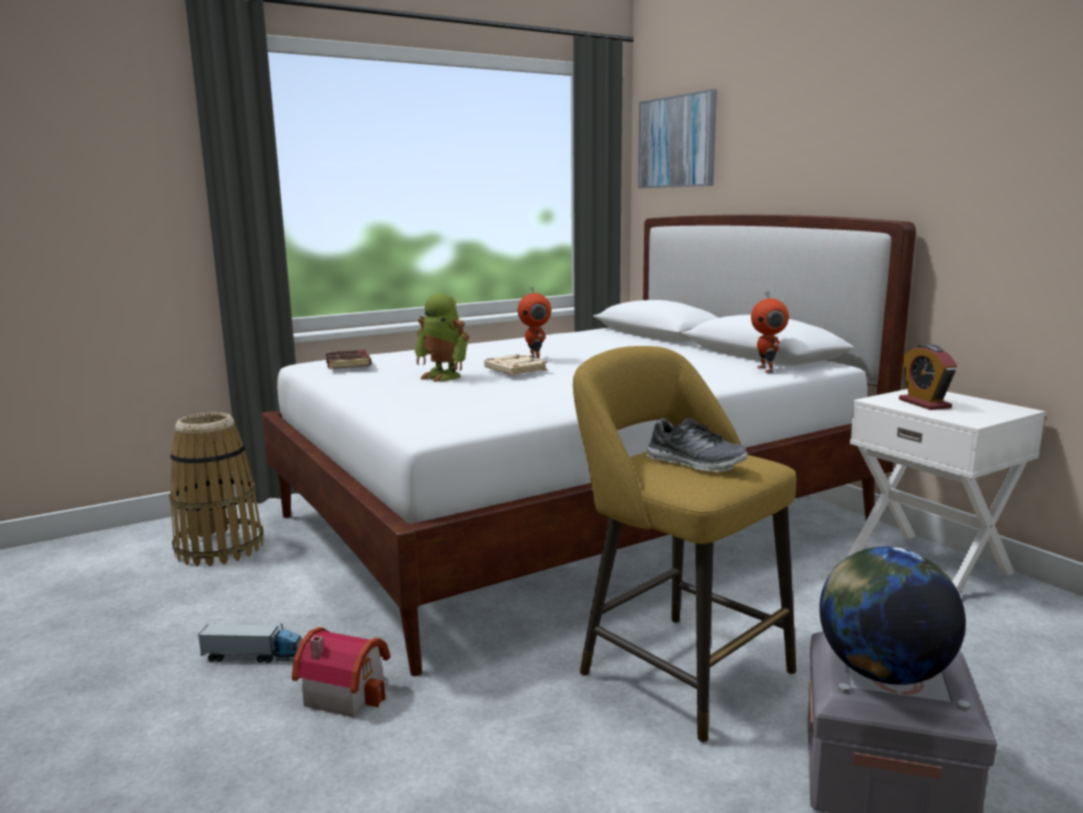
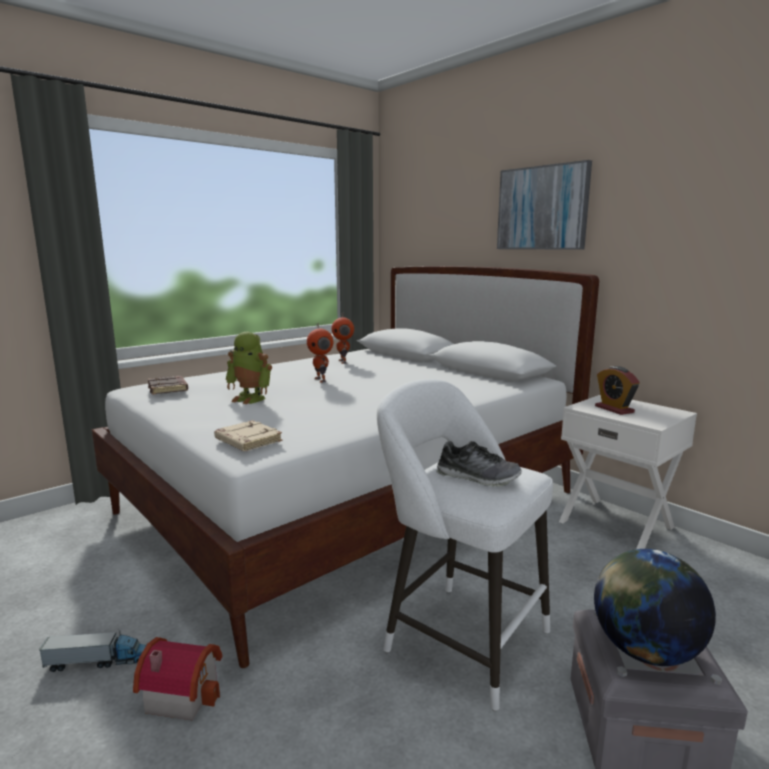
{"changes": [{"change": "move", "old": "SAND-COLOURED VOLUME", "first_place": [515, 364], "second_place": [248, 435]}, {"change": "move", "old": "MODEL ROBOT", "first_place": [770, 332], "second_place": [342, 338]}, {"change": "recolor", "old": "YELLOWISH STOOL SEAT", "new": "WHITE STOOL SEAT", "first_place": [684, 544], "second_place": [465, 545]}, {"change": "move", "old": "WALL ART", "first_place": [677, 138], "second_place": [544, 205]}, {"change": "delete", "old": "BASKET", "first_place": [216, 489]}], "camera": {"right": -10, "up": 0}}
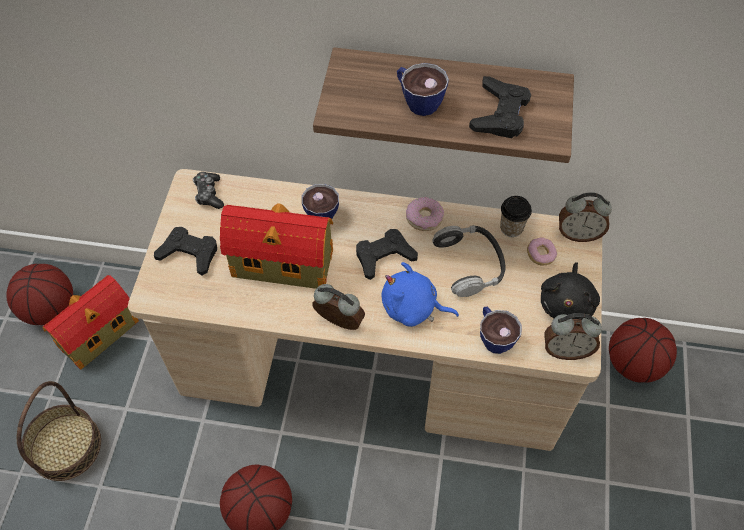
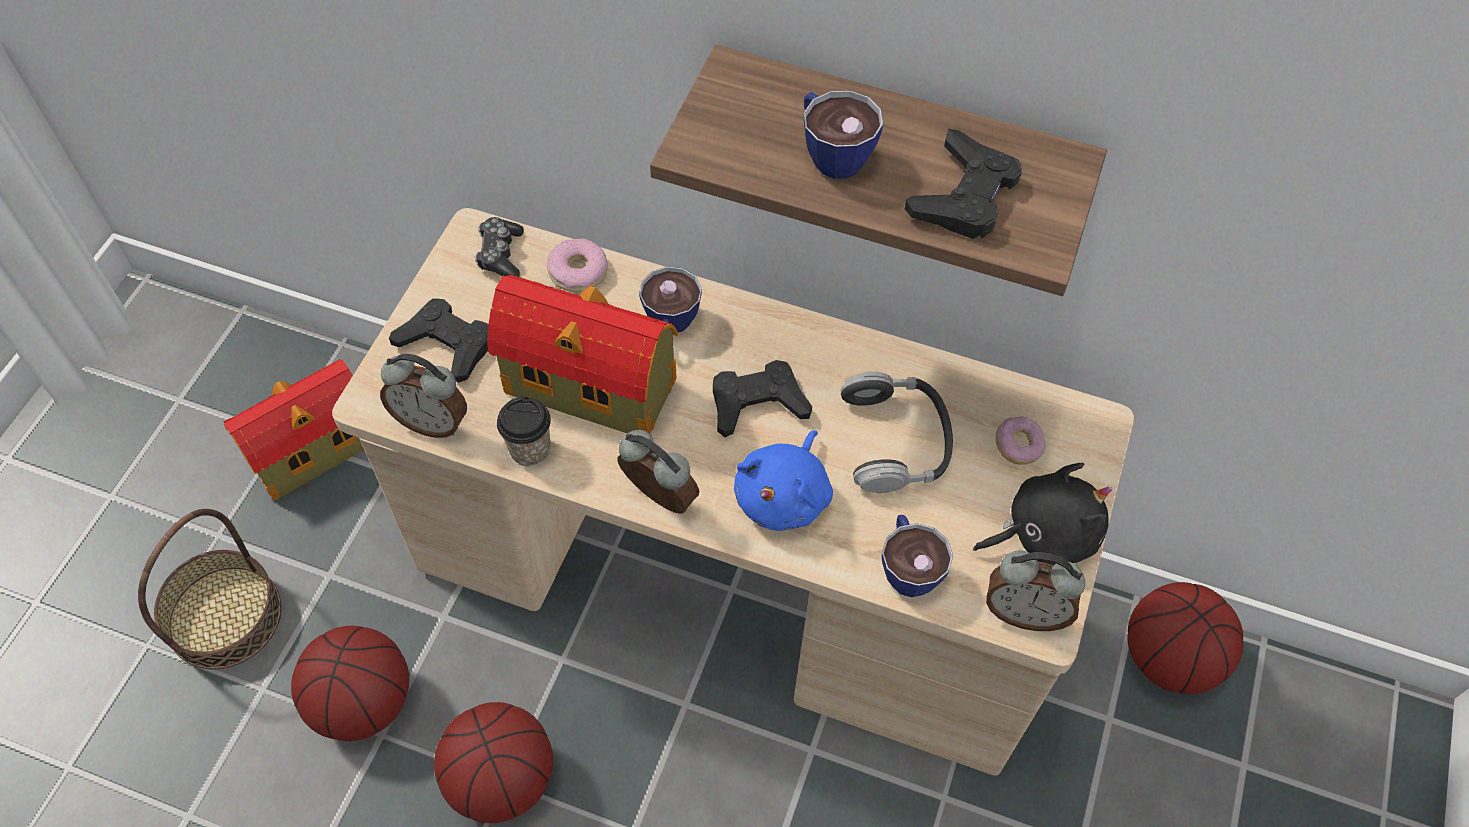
{"changes": [{"change": "move", "old": "BASKETBALL", "first_place": [39, 294], "second_place": [350, 683]}, {"change": "move", "old": "BEDSIDE CLOCK", "first_place": [585, 217], "second_place": [423, 396]}, {"change": "move", "old": "CUP", "first_place": [516, 216], "second_place": [524, 432]}, {"change": "move", "old": "DOUGHNUT", "first_place": [425, 214], "second_place": [577, 265]}, {"change": "rotate", "old": "BLUE PLUSH TOY", "first_place": [420, 294], "second_place": [783, 480], "degrees": -90}, {"change": "rotate", "old": "BLACK PLUSH TOY", "first_place": [570, 291], "second_place": [1042, 514], "degrees": -135}], "camera": {"right": 10, "up": 0}}
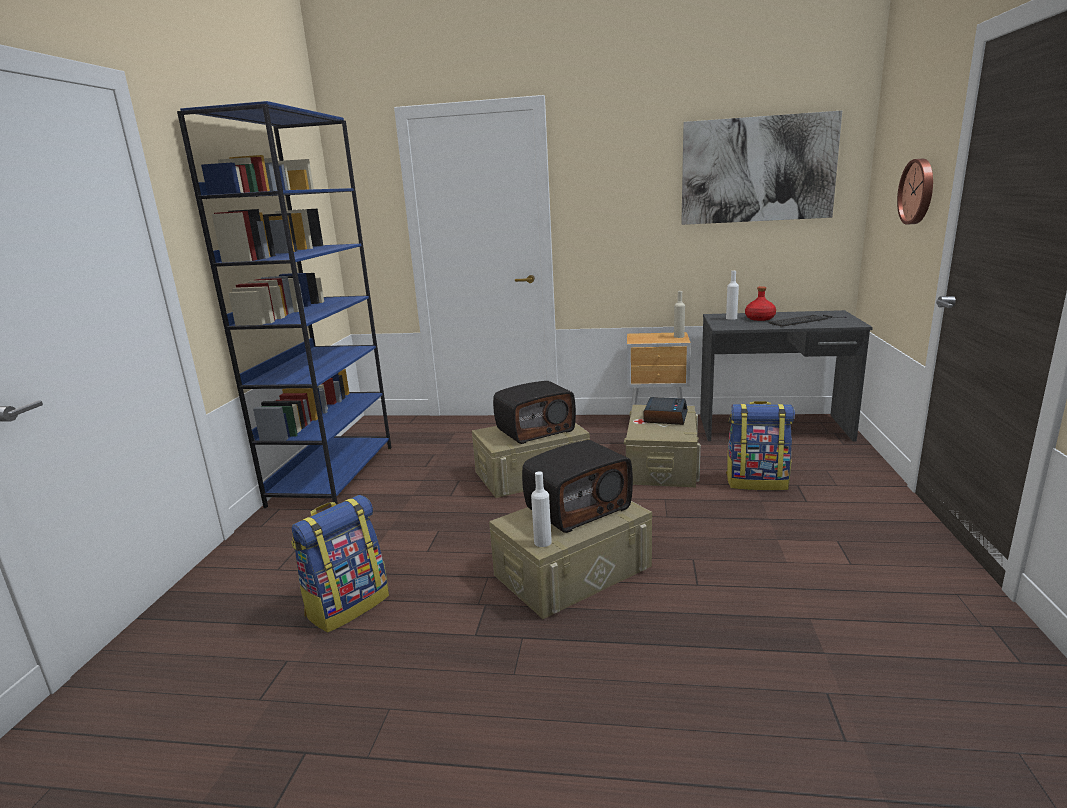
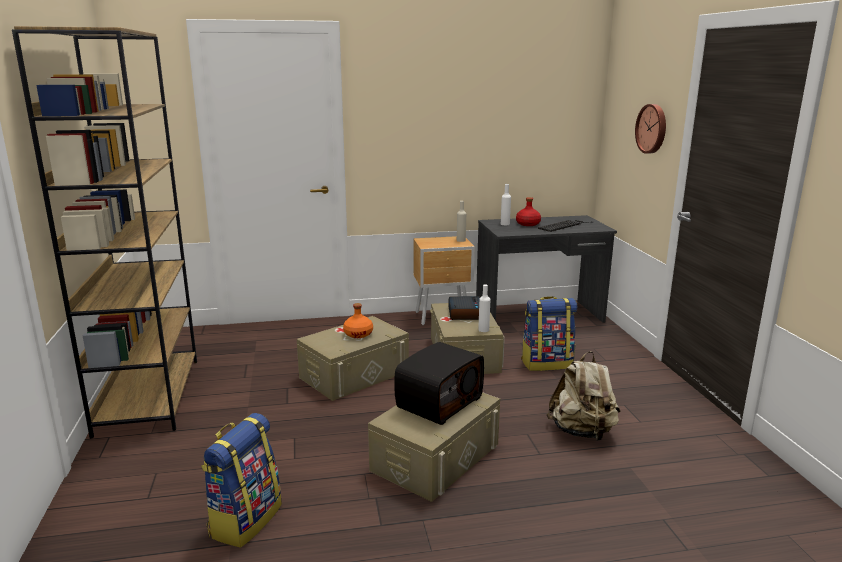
{"changes": [{"change": "recolor", "old": "BLUE SHELVING UNIT", "new": "BROWNISH SHELVING UNIT", "first_place": [284, 304], "second_place": [104, 232]}, {"change": "replace", "old": "RADIO", "new": "ORANGE-COLOURED BEVERAGE BOTTLE", "first_place": [534, 412], "second_place": [358, 320]}, {"change": "move", "old": "WHITE BEVERAGE BOTTLE", "first_place": [541, 509], "second_place": [484, 308]}, {"change": "insert", "new": "SAND-COLOURED BACKPACK", "second_place": [583, 396]}, {"change": "delete", "old": "WALL ART", "first_place": [761, 168]}], "camera": {"right": -20, "up": 0}}
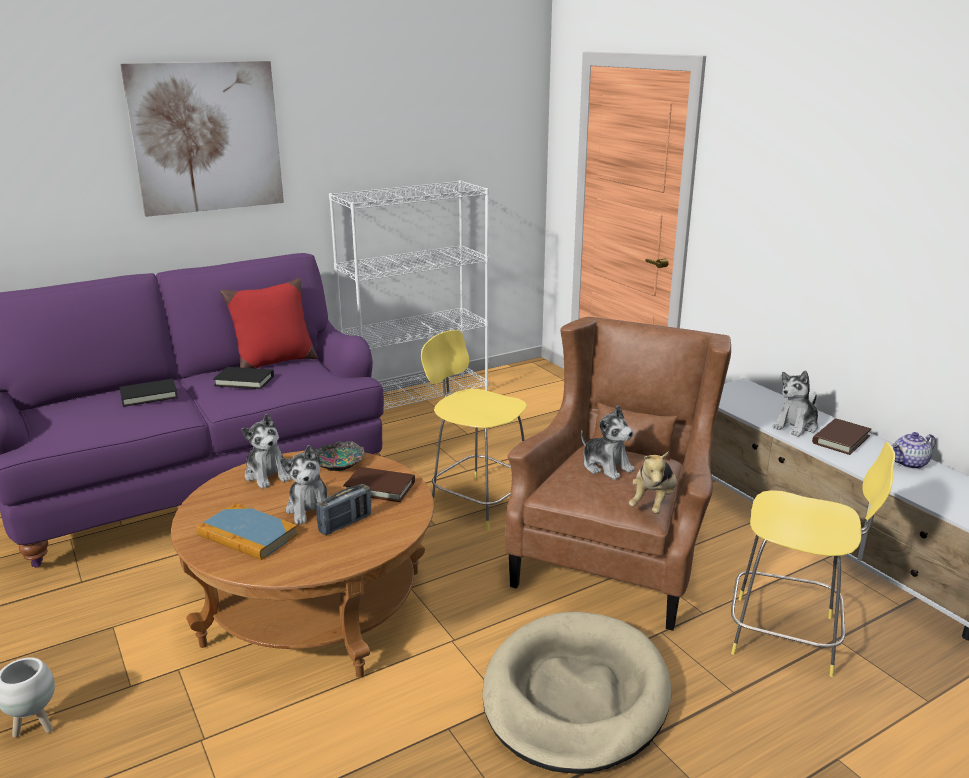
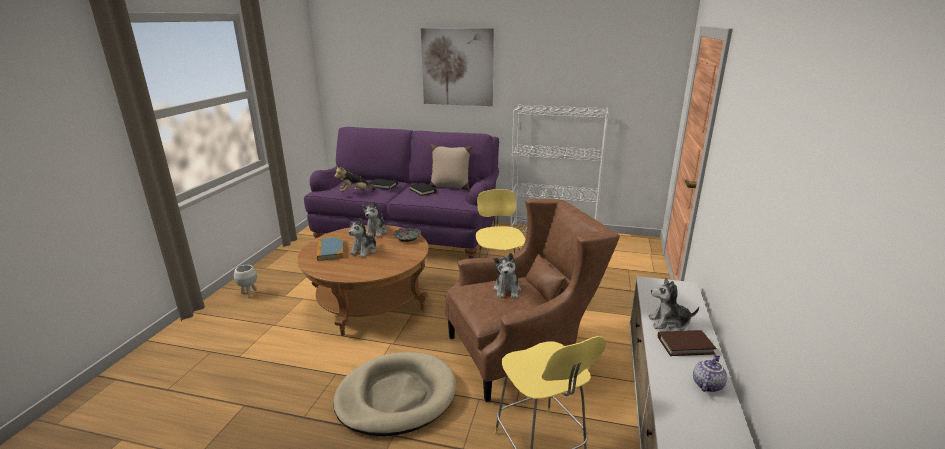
{"changes": [{"change": "move", "old": "PLUSH TOY", "first_place": [653, 482], "second_place": [355, 179]}, {"change": "recolor", "old": "REDDISH PILLOW", "new": "SAND-COLOURED PILLOW", "first_place": [269, 323], "second_place": [450, 167]}, {"change": "rotate", "old": "TEA POT", "first_place": [913, 450], "second_place": [710, 373], "degrees": 105}, {"change": "delete", "old": "RADIO", "first_place": [343, 509]}, {"change": "delete", "old": "BROWNISH VOLUME", "first_place": [379, 484]}], "camera": {"right": 45, "up": 0}}
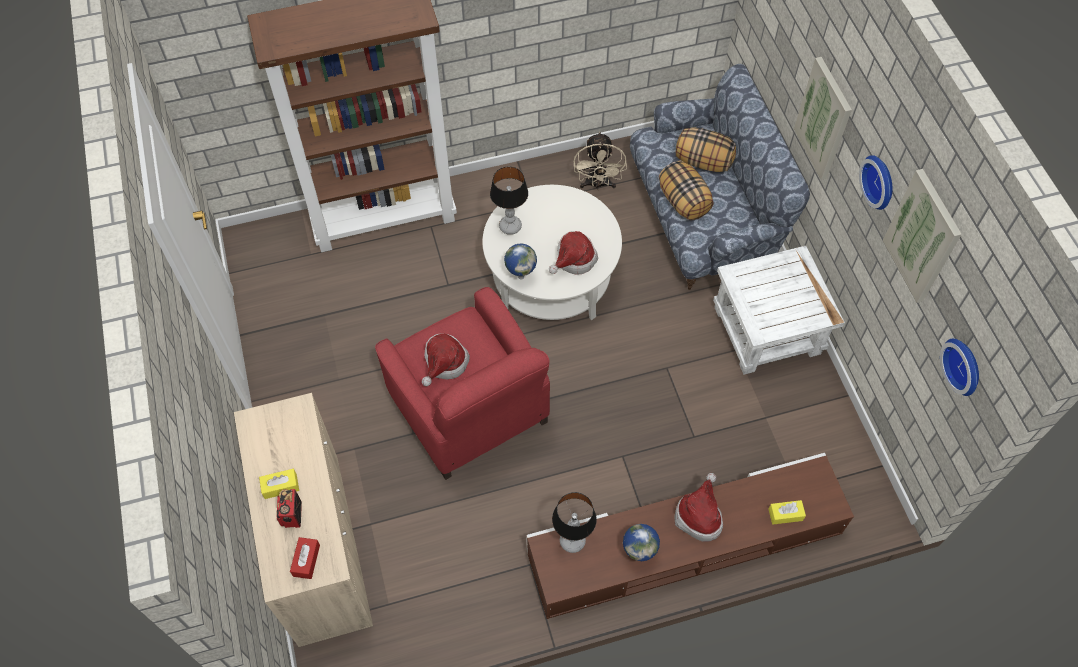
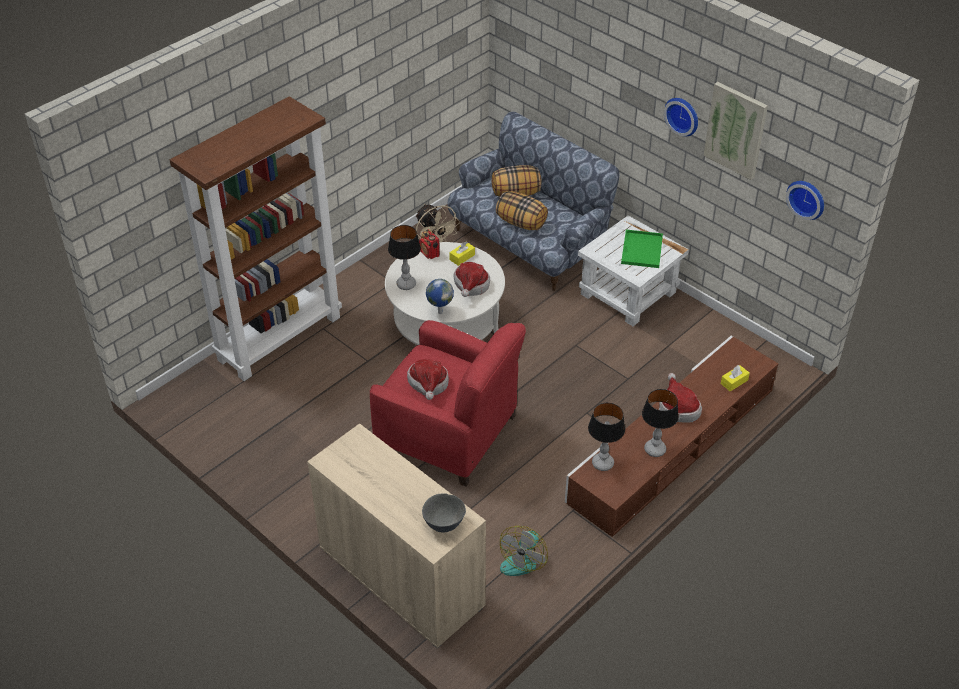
{"changes": [{"change": "move", "old": "RADIO", "first_place": [289, 508], "second_place": [429, 244]}, {"change": "replace", "old": "REDDISH TISSUE HOLDER", "new": "GRAY SERVING BOWL", "first_place": [305, 558], "second_place": [444, 512]}, {"change": "move", "old": "YELLOWISH TISSUE HOLDER", "first_place": [279, 484], "second_place": [462, 253]}, {"change": "insert", "new": "ELECTRIC FAN", "second_place": [524, 551]}, {"change": "insert", "new": "GREEN-COLOURED TRAY", "second_place": [642, 249]}, {"change": "replace", "old": "DESK GLOBE", "new": "LAMP FOR A TABLE", "first_place": [641, 542], "second_place": [660, 423]}, {"change": "delete", "old": "WALL ART", "first_place": [823, 118]}], "camera": {"right": -30, "up": -15}}
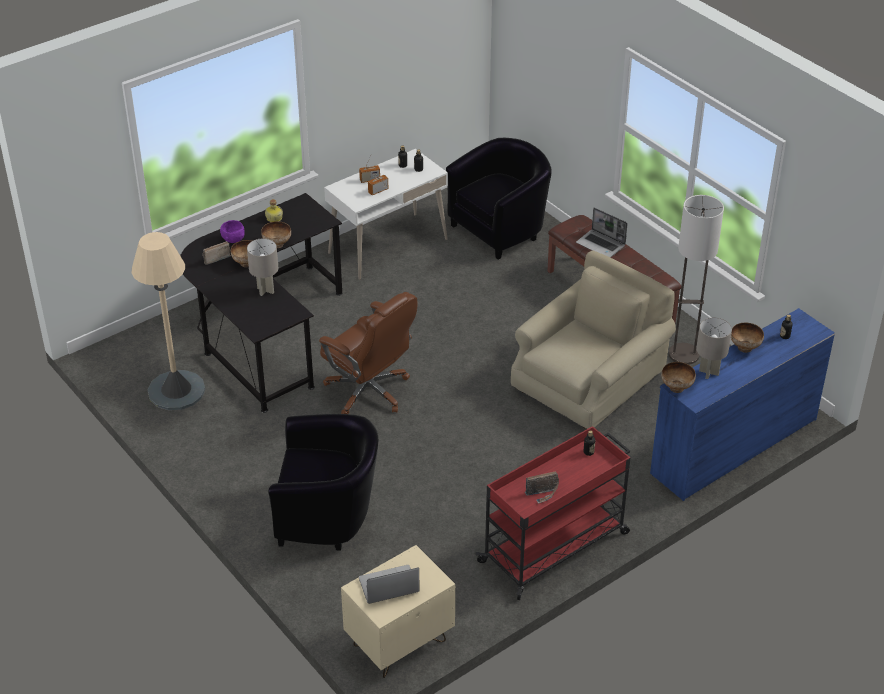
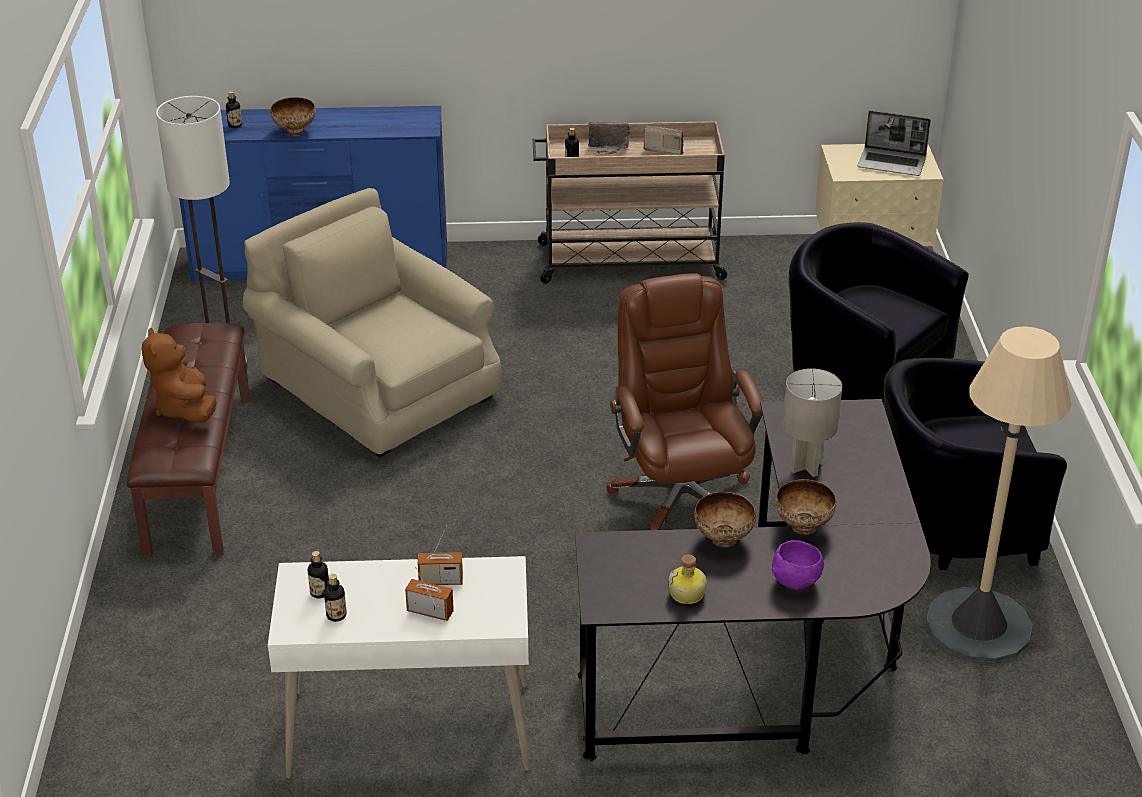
{"changes": [{"change": "replace", "old": "PORTABLE COMPUTER", "new": "BROWNISH PLUSH TOY", "first_place": [602, 233], "second_place": [179, 375]}, {"change": "rotate", "old": "SAND-COLOURED EASY CHAIR", "first_place": [593, 339], "second_place": [372, 323], "degrees": 60}, {"change": "recolor", "old": "REDDISH TROLLEY", "new": "SAND-COLOURED TROLLEY", "first_place": [552, 513], "second_place": [631, 202]}, {"change": "move", "old": "RADIO", "first_place": [216, 253], "second_place": [609, 138]}, {"change": "move", "old": "BLACK EASY CHAIR", "first_place": [498, 199], "second_place": [975, 464]}, {"change": "delete", "old": "SERVING BOWL", "first_place": [678, 377]}, {"change": "delete", "old": "GRAY LAMP FOR A TABLE", "first_place": [714, 348]}], "camera": {"right": -145, "up": -5}}
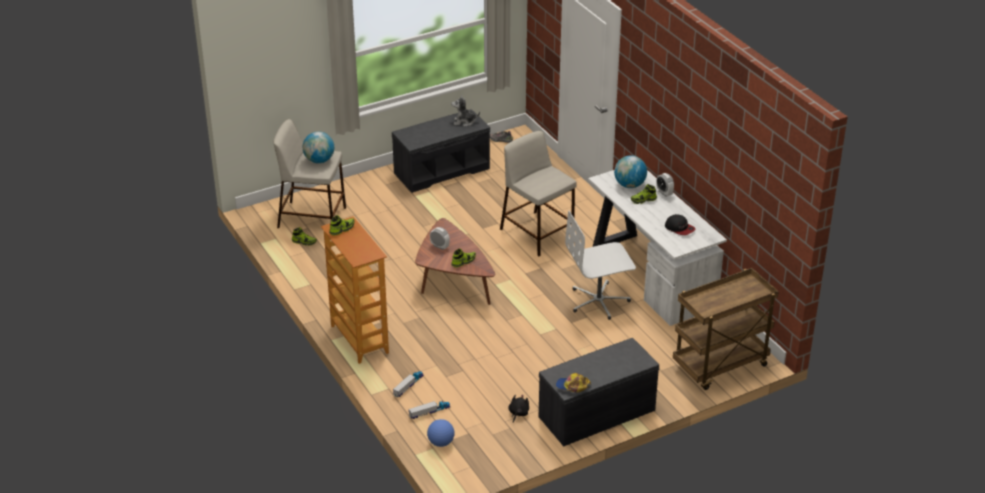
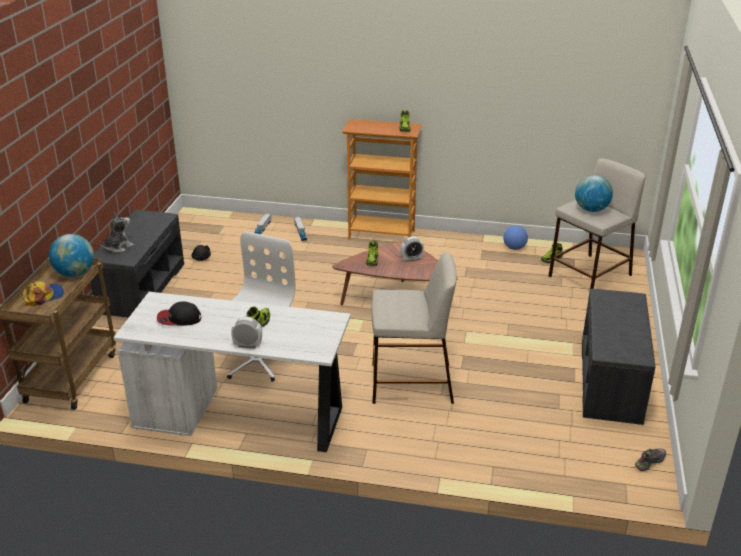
{"changes": [{"change": "move", "old": "BASEBALL CAP", "first_place": [573, 382], "second_place": [43, 293]}, {"change": "move", "old": "DESK GLOBE", "first_place": [630, 171], "second_place": [71, 255]}, {"change": "move", "old": "PLUSH TOY", "first_place": [465, 111], "second_place": [116, 232]}, {"change": "move", "old": "FOOTBALL BALL", "first_place": [440, 433], "second_place": [515, 238]}], "camera": {"right": 130, "up": -5}}
